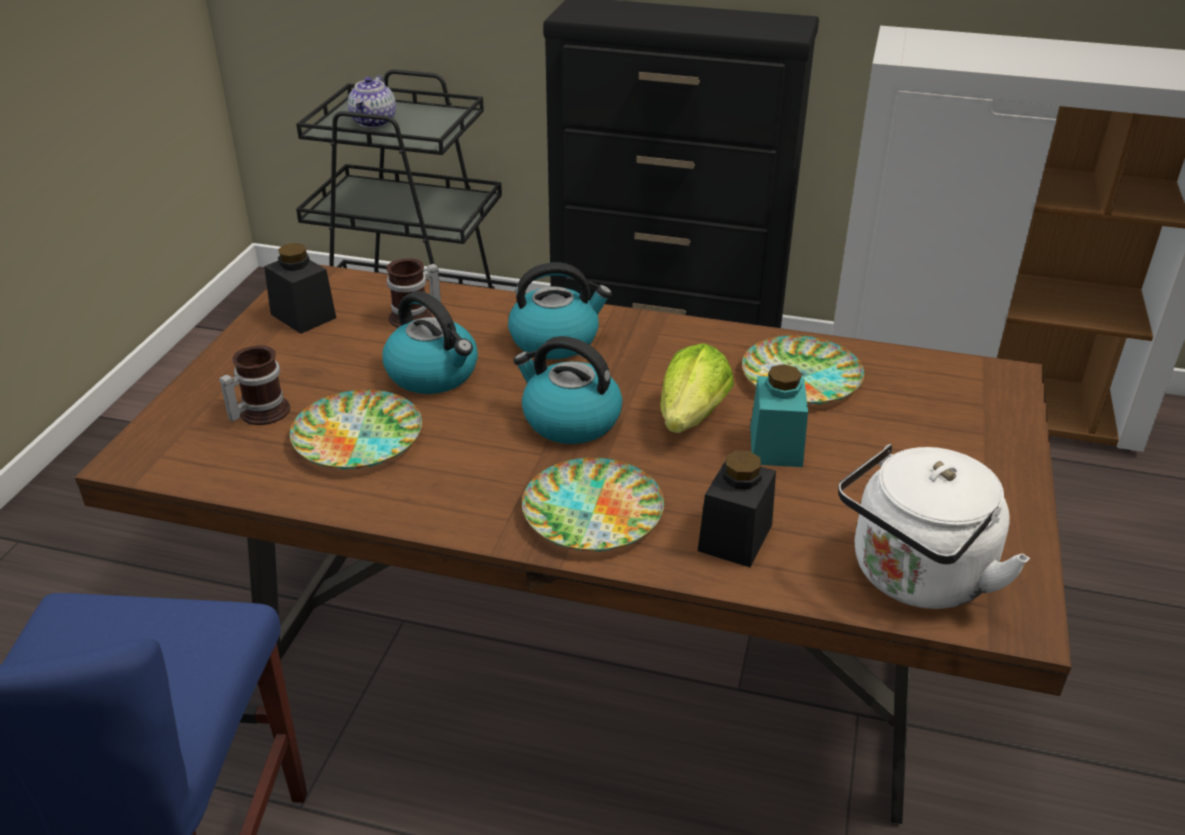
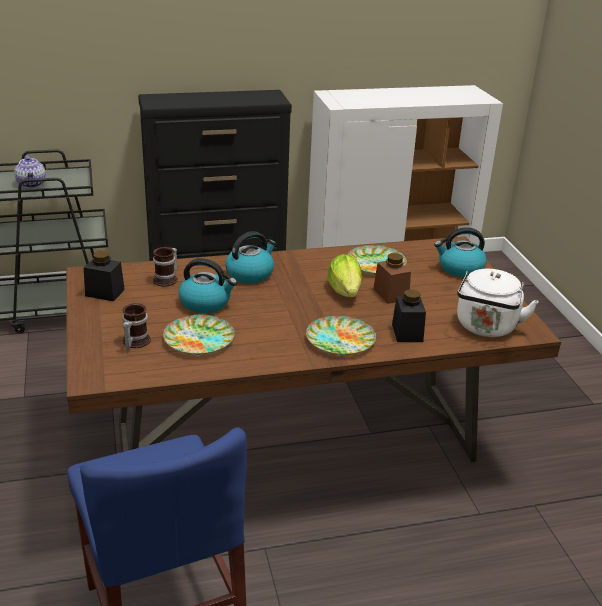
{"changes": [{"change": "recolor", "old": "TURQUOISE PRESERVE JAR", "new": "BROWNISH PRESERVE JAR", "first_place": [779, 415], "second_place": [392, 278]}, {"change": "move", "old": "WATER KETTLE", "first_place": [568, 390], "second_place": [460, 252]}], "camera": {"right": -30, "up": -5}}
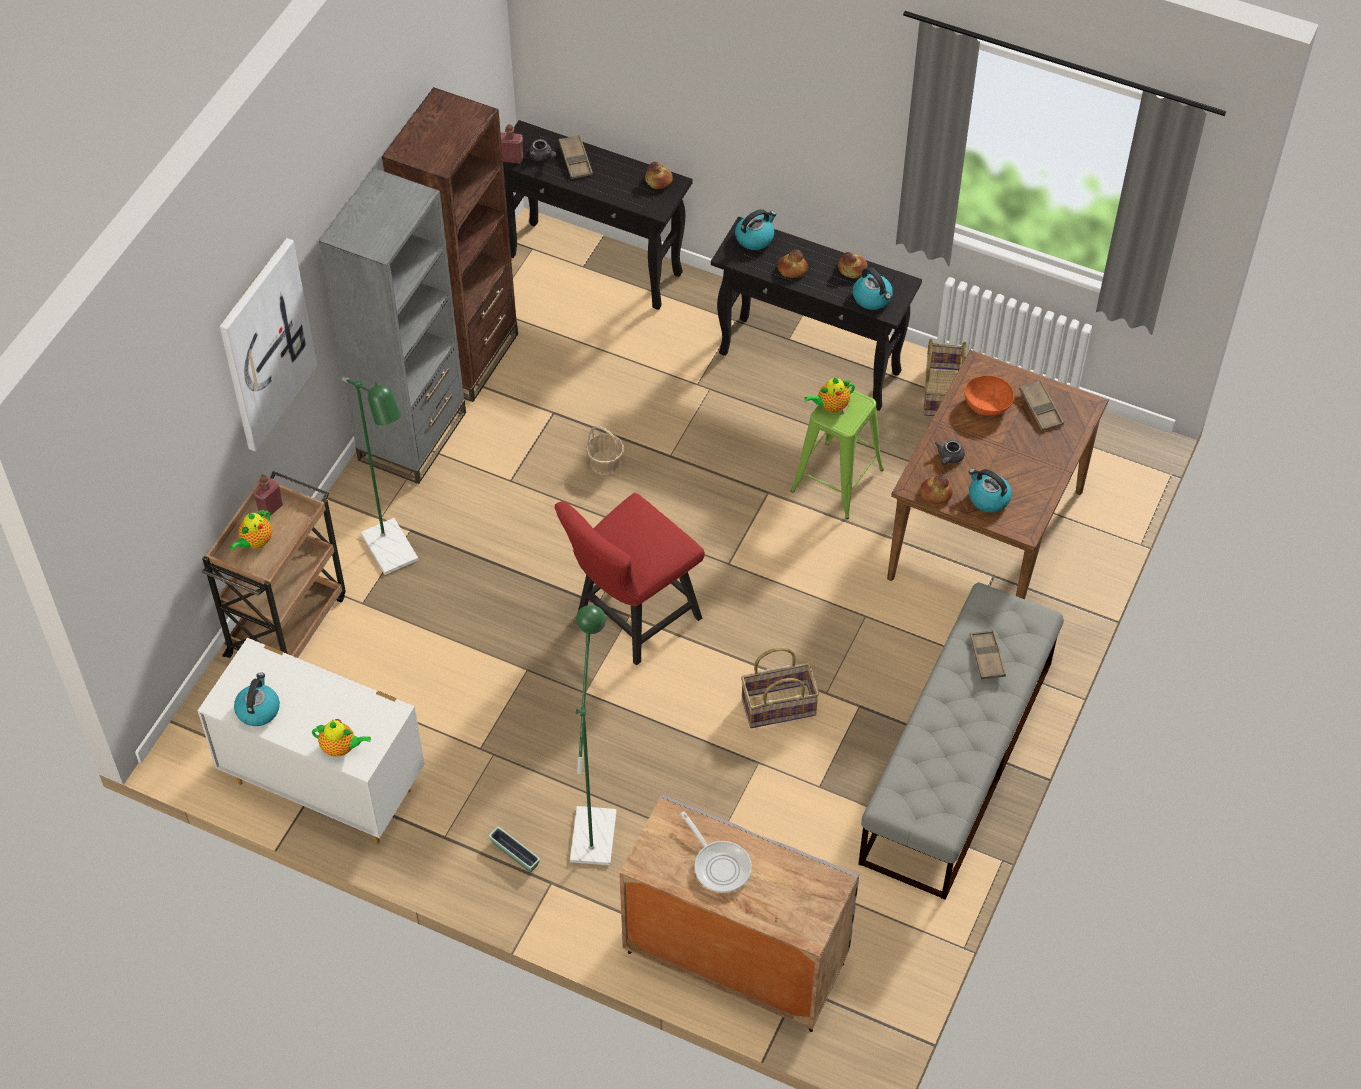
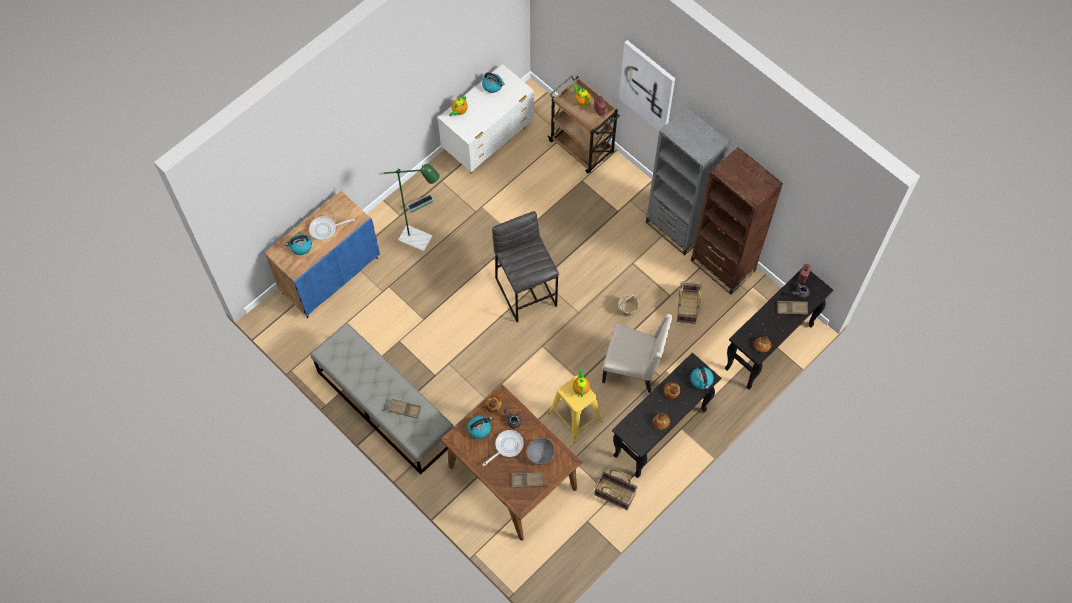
{"changes": [{"change": "recolor", "old": "GRAY CUPBOARD", "new": "BLUE CUPBOARD", "first_place": [739, 913], "second_place": [322, 254]}, {"change": "move", "old": "WATER KETTLE", "first_place": [873, 288], "second_place": [298, 244]}, {"change": "insert", "new": "PAN", "second_place": [503, 448]}, {"change": "replace", "old": "REDDISH CHAIR", "new": "GRAY STOOL SEAT", "first_place": [630, 579], "second_place": [525, 266]}, {"change": "recolor", "old": "ORANGE-COLOURED SERVING BOWL", "new": "GRAY SERVING BOWL", "first_place": [989, 395], "second_place": [540, 451]}, {"change": "recolor", "old": "GREEN-COLOURED STOOL SEAT", "new": "YELLOWISH STOOL SEAT", "first_place": [837, 453], "second_place": [575, 409]}, {"change": "insert", "new": "SAND-COLOURED CHAIR", "second_place": [637, 353]}, {"change": "move", "old": "BASKET", "first_place": [780, 687], "second_place": [689, 303]}, {"change": "delete", "old": "GREEN-COLOURED STANDING LAMP", "first_place": [380, 476]}], "camera": {"right": 110, "up": 10}}
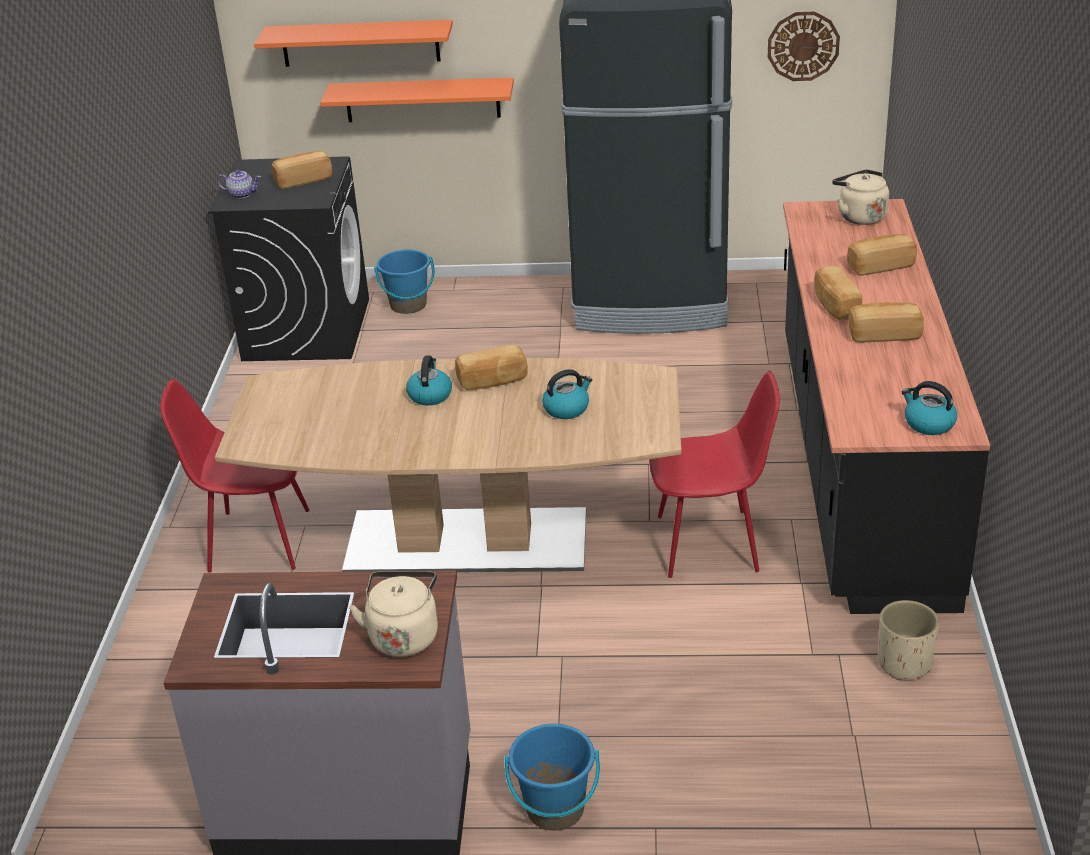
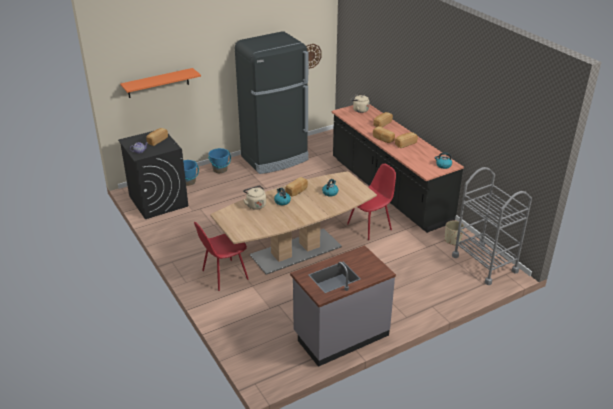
{"changes": [{"change": "move", "old": "BLUE PAIL", "first_place": [552, 777], "second_place": [219, 160]}, {"change": "move", "old": "SAND-COLOURED WATER KETTLE", "first_place": [393, 614], "second_place": [254, 198]}, {"change": "insert", "new": "GRAY TROLLEY", "second_place": [492, 226]}, {"change": "delete", "old": "ORANGE-COLOURED BRACKET SHELF", "first_place": [417, 100]}], "camera": {"right": -35, "up": 0}}
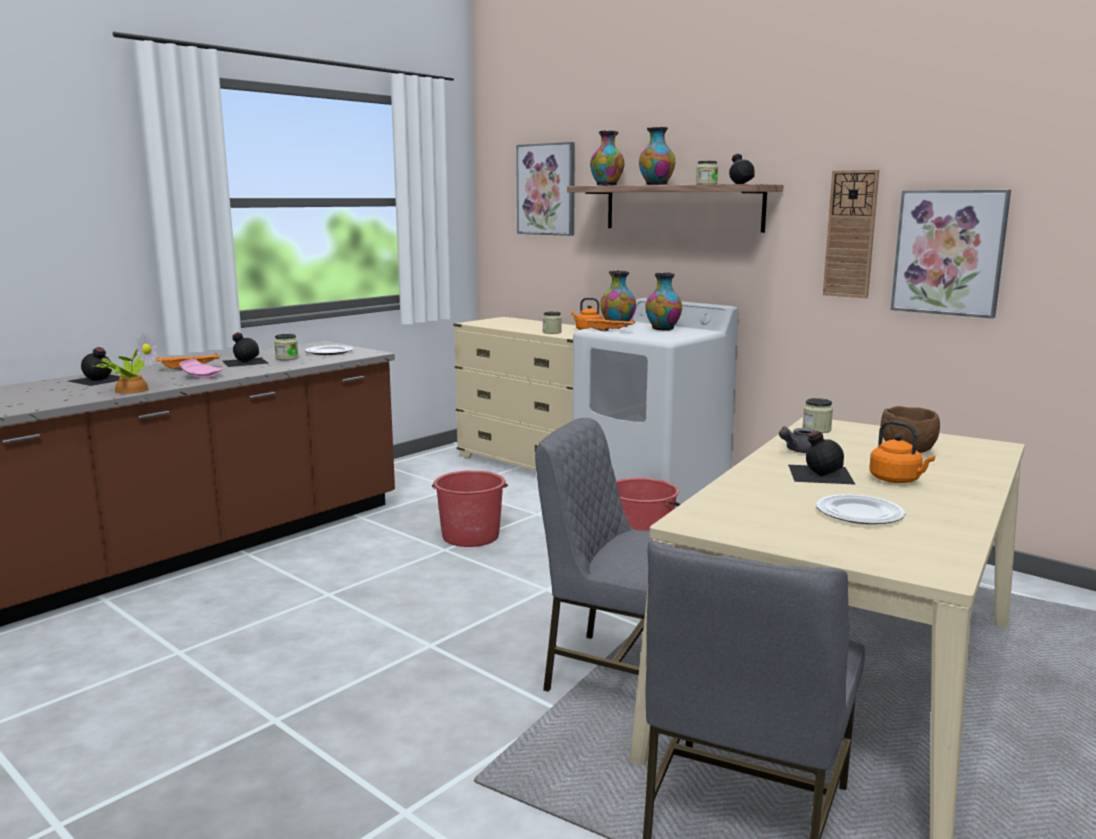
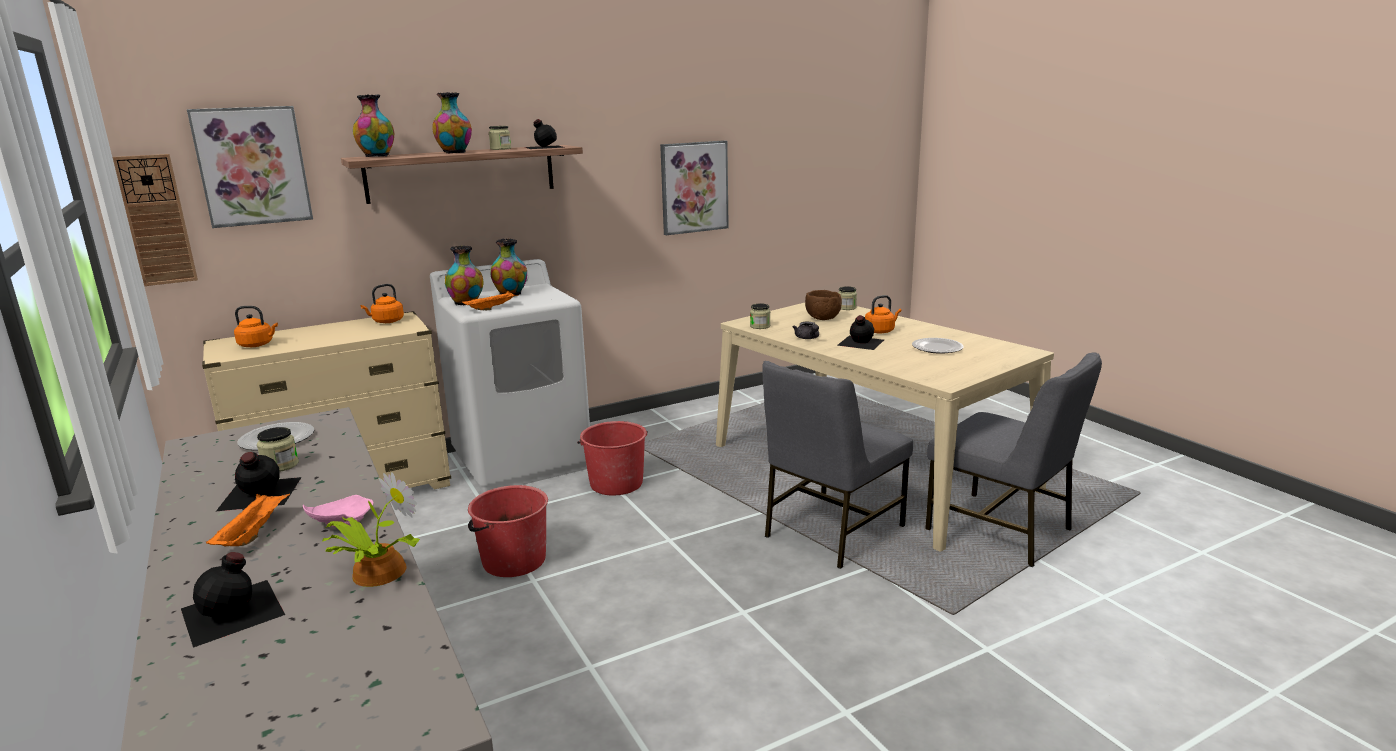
{"changes": [{"change": "move", "old": "WALL CLOCK", "first_place": [851, 234], "second_place": [155, 220]}, {"change": "insert", "new": "ORANGE-COLOURED WATER KETTLE", "second_place": [256, 326]}, {"change": "move", "old": "PRESERVE JAR", "first_place": [552, 322], "second_place": [847, 298]}], "camera": {"right": -70, "up": 5}}
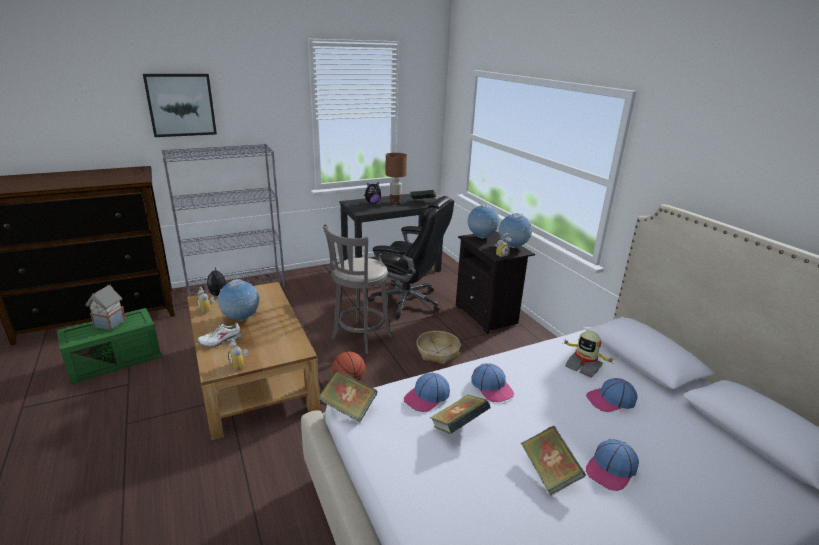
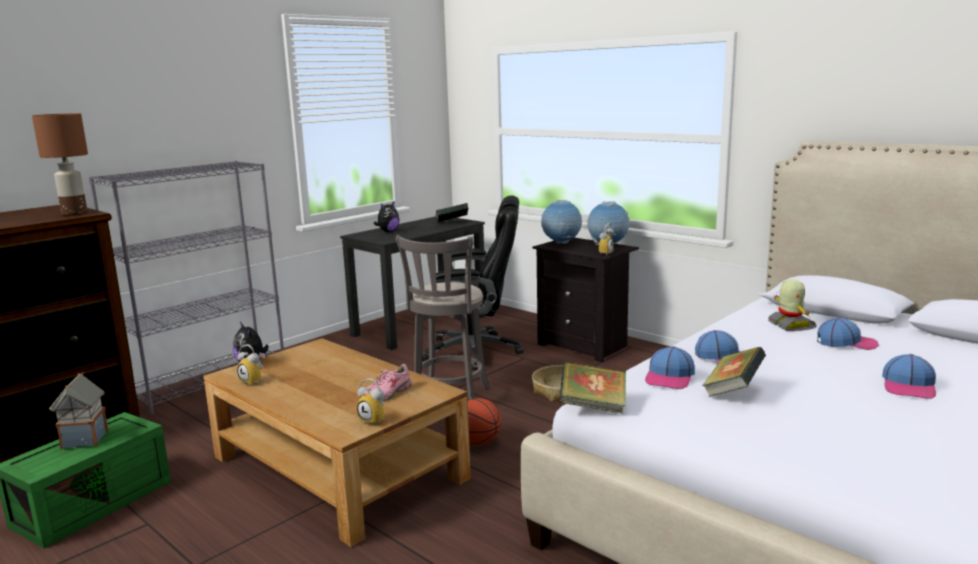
{"changes": [{"change": "move", "old": "BROWNISH LAMP FOR A TABLE", "first_place": [396, 178], "second_place": [60, 164]}, {"change": "insert", "new": "PINKISH ITEM OF FOOTWEAR", "second_place": [386, 382]}, {"change": "rotate", "old": "MODEL ROBOT", "first_place": [587, 354], "second_place": [792, 305], "degrees": -120}, {"change": "rotate", "old": "BASEBALL CAP", "first_place": [612, 395], "second_place": [848, 334], "degrees": -135}, {"change": "delete", "old": "WALL ART", "first_place": [180, 105]}, {"change": "delete", "old": "WHITE ITEM OF FOOTWEAR", "first_place": [219, 334]}, {"change": "delete", "old": "DESK GLOBE", "first_place": [239, 300]}, {"change": "delete", "old": "VOLUME", "first_place": [553, 460]}], "camera": {"right": -20, "up": -10}}
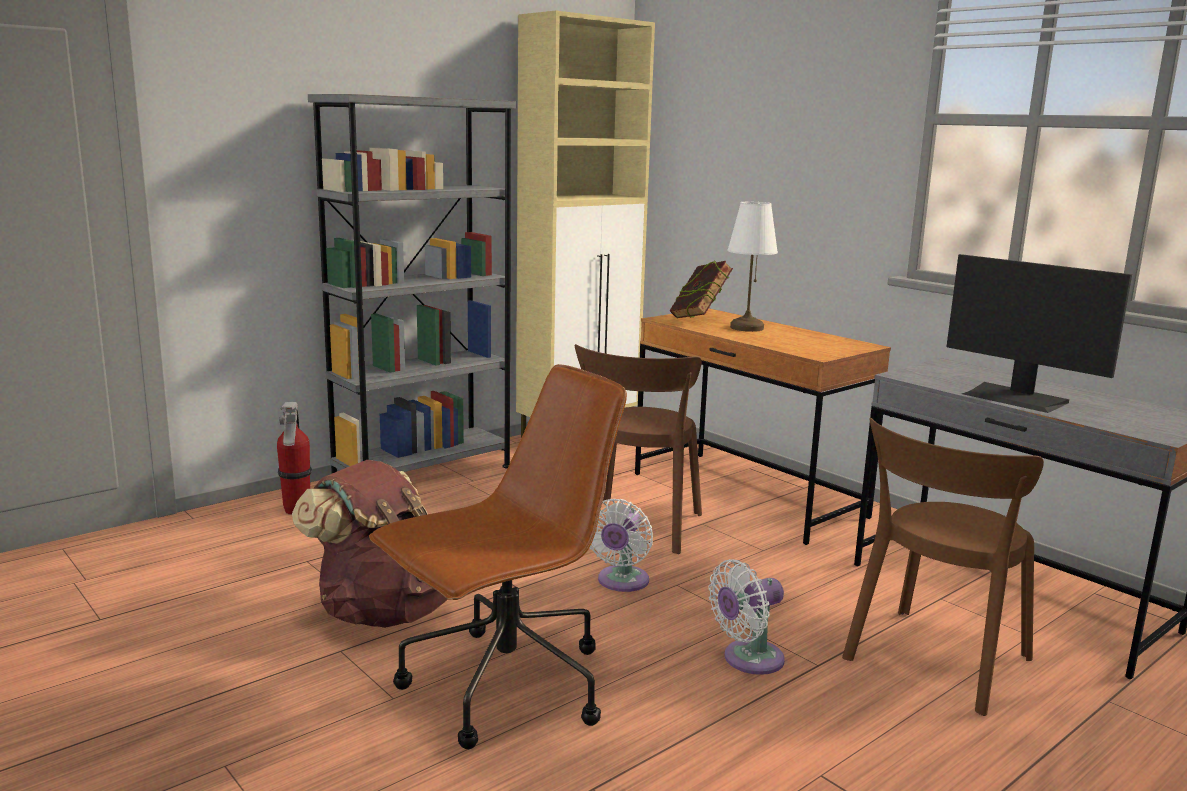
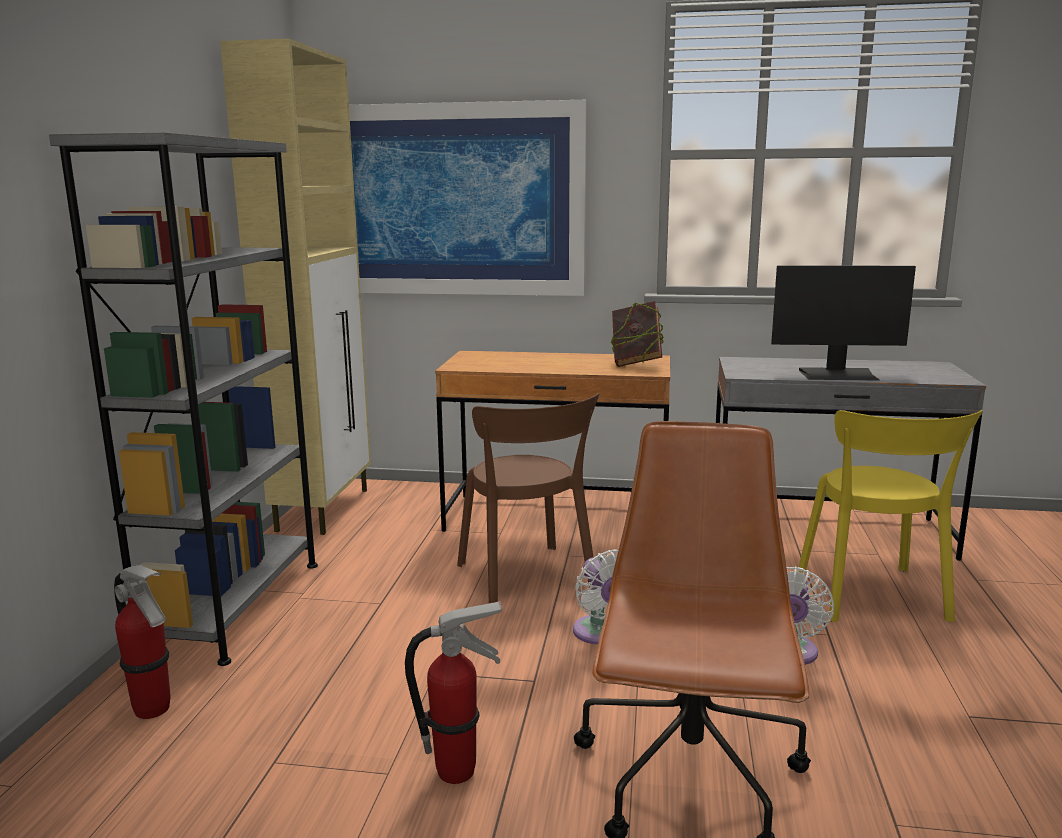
{"changes": [{"change": "insert", "new": "WALL ART", "second_place": [468, 198]}, {"change": "replace", "old": "BROWNISH BACKPACK", "new": "FIRE EXTINGUISHER", "first_place": [369, 544], "second_place": [453, 692]}, {"change": "move", "old": "VOLUME", "first_place": [701, 289], "second_place": [637, 334]}, {"change": "recolor", "old": "BROWNISH CHAIR", "new": "YELLOWISH CHAIR", "first_place": [943, 567], "second_place": [890, 516]}, {"change": "delete", "old": "WHITE LAMP FOR A TABLE", "first_place": [753, 267]}], "camera": {"right": -40, "up": 0}}
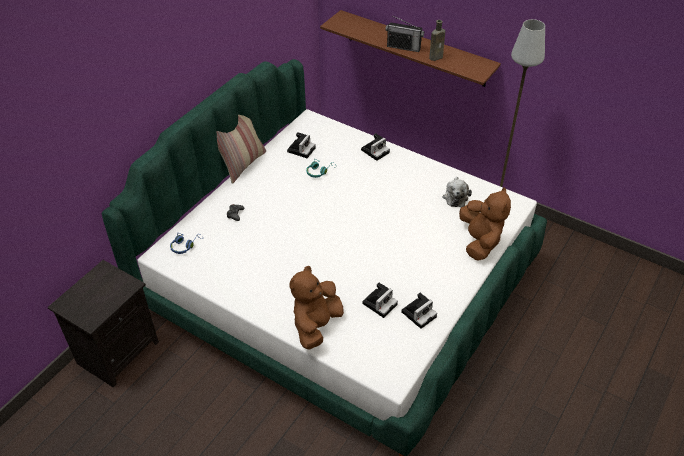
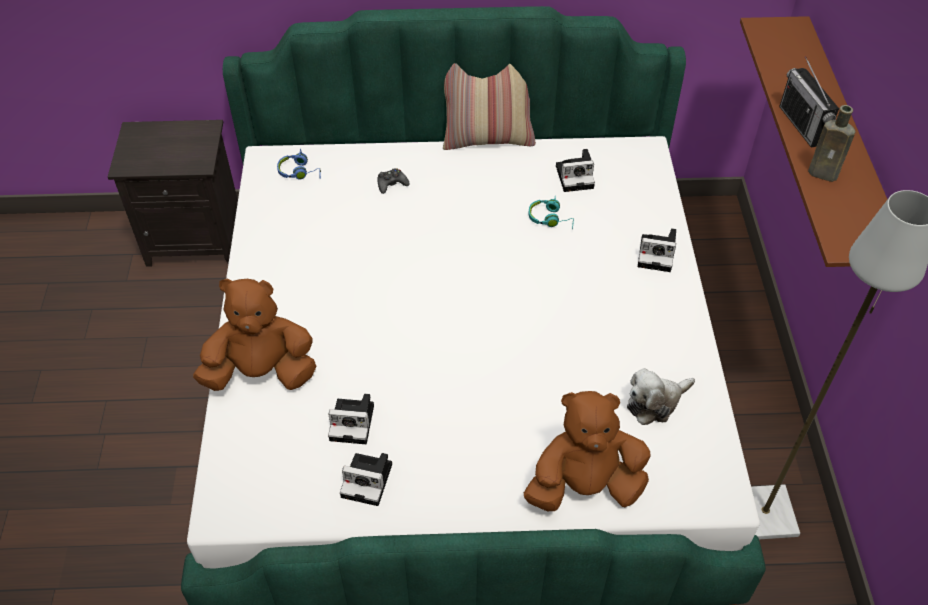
{"changes": [{"change": "rotate", "old": "BROWNISH PLUSH TOY", "first_place": [485, 224], "second_place": [587, 451], "degrees": -150}], "camera": {"right": 55, "up": 5}}
